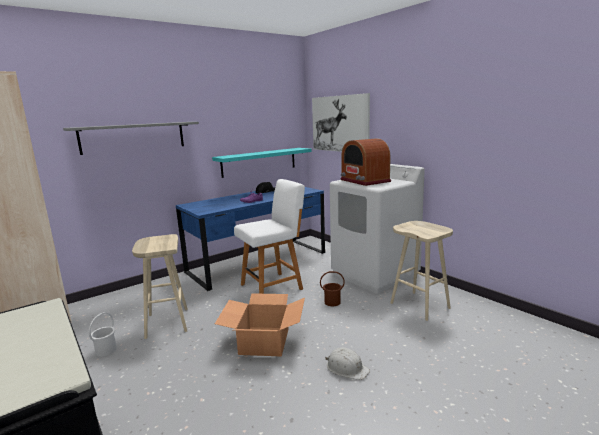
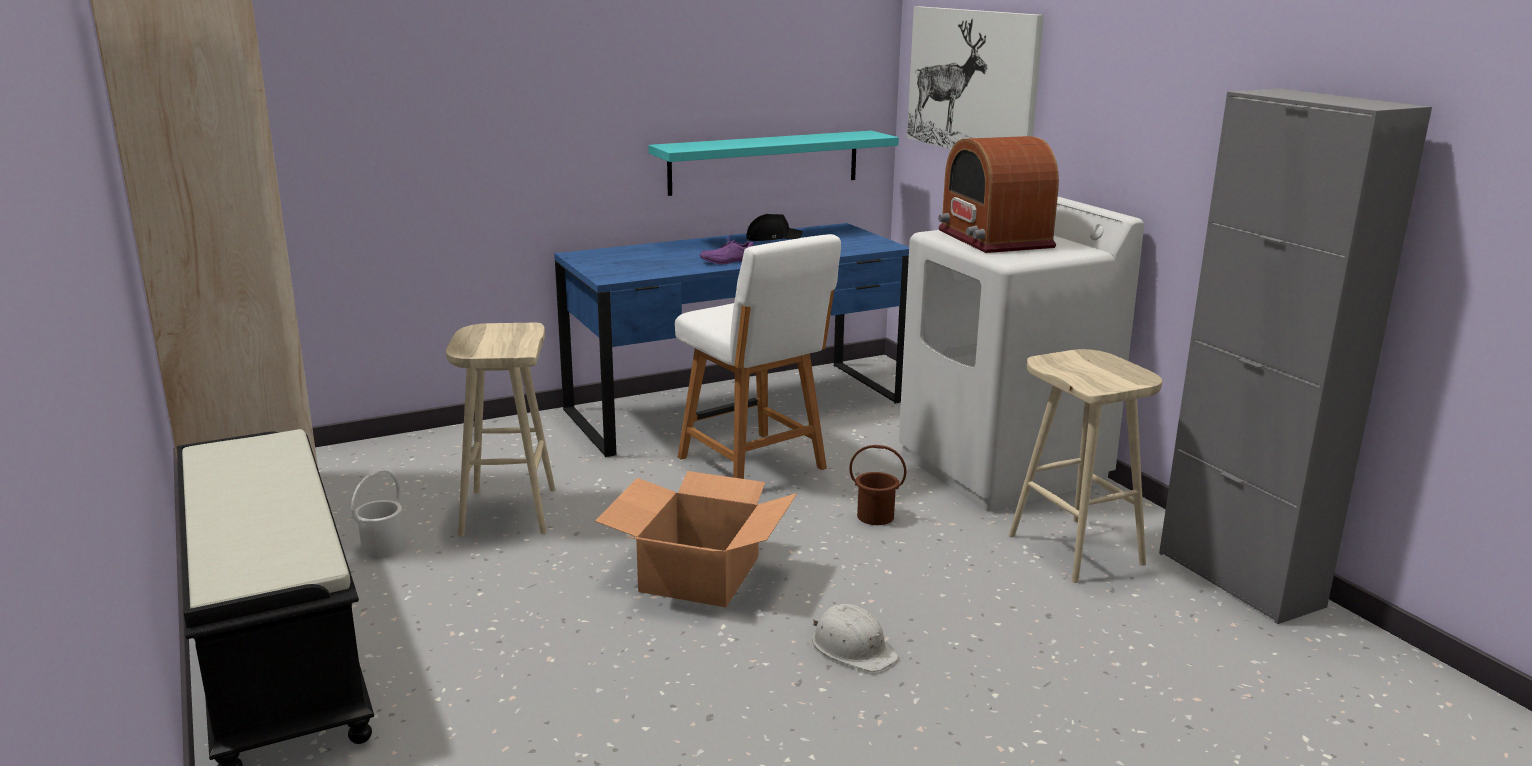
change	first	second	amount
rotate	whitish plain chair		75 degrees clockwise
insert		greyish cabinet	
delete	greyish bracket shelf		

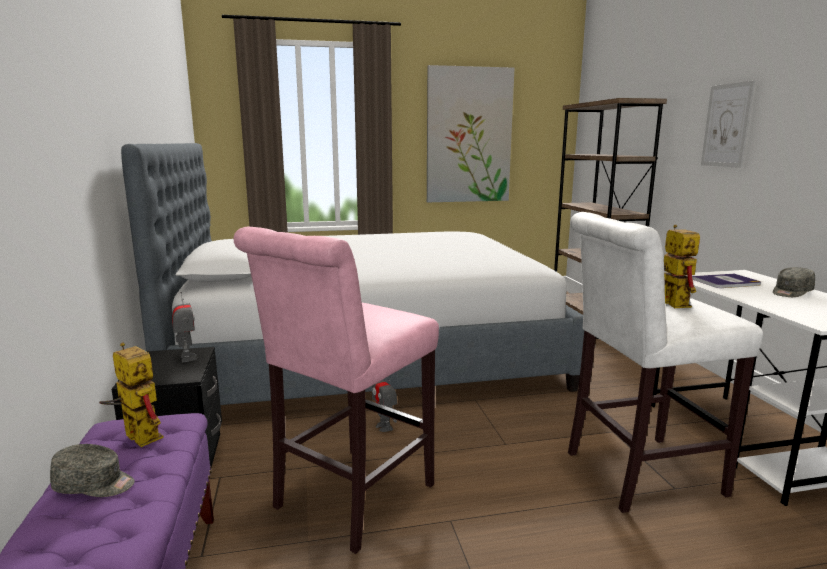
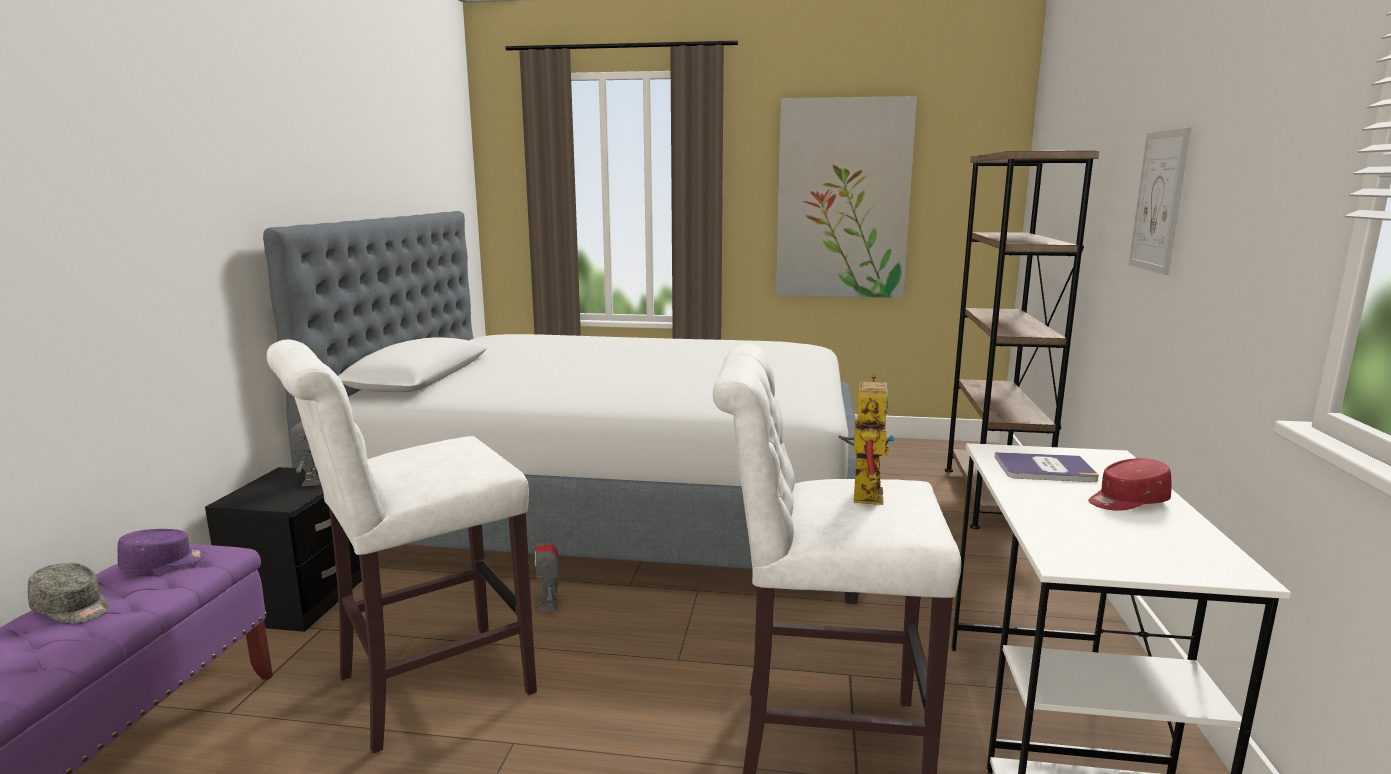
change	first	second	amount
replace	robot figure (1st from left)	purplish peaked cap	
recolor	pink sitting stool	whitish sitting stool (1st from left)	
recolor	greyish peaked cap (2nd from left)	reddish peaked cap	

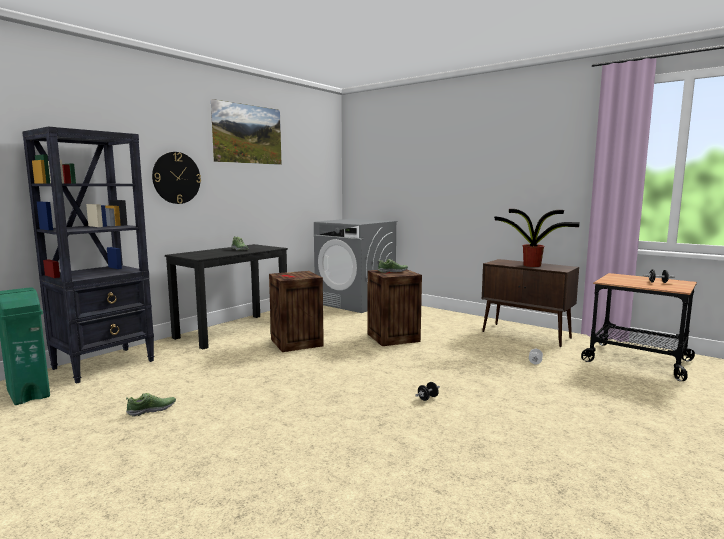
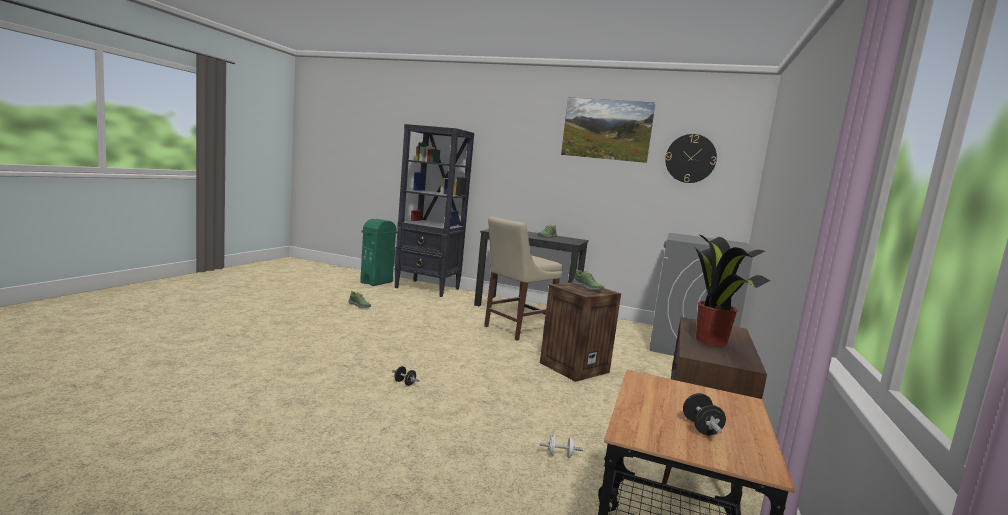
change	first	second	amount
replace	shipping crate (1st from left)	sand-coloured plain chair	
move	clock on the wall		

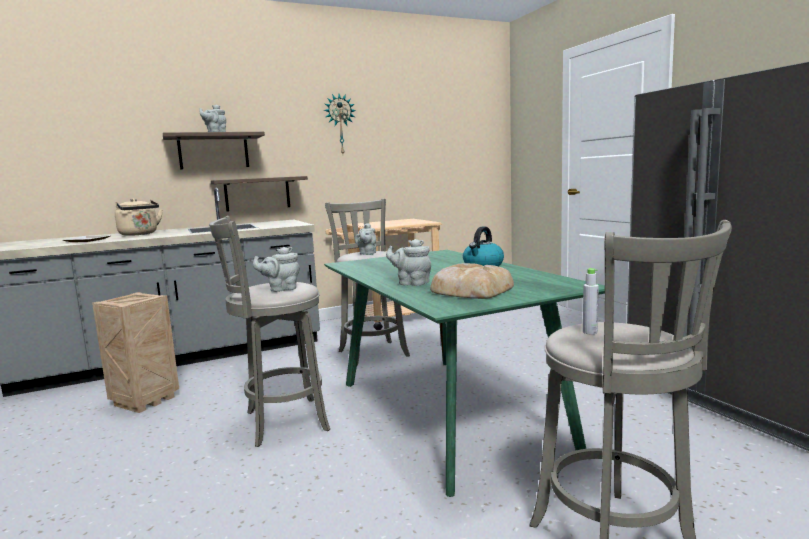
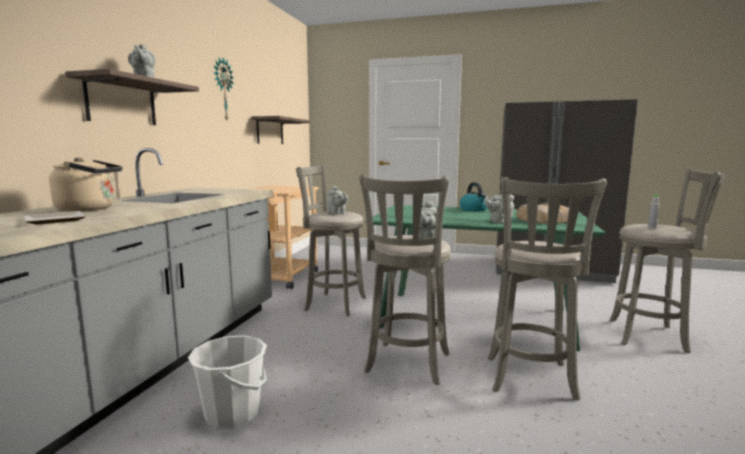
change	first	second	amount
replace	shipping crate	whitish pail	
move	bracket shelf (2nd from left)		
insert		greyish sitting stool (3rd from left)	

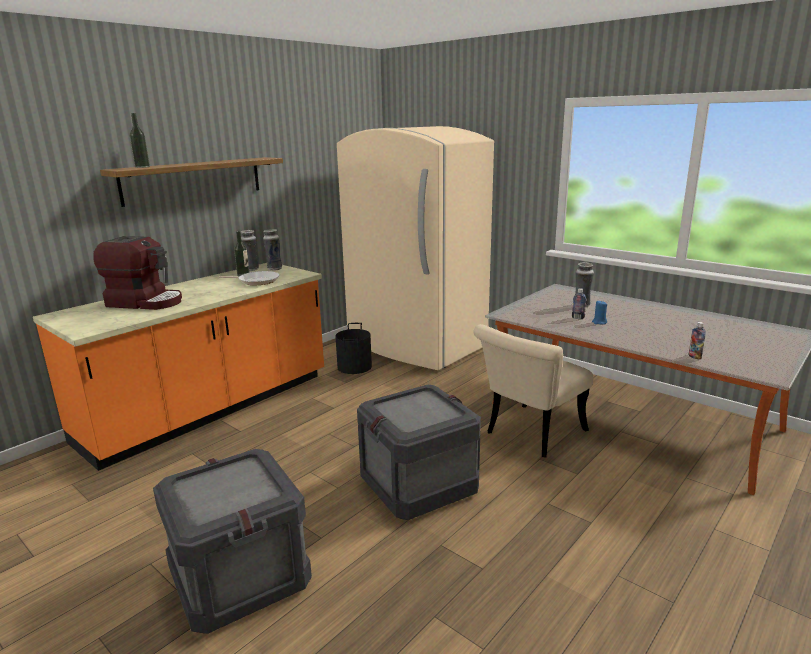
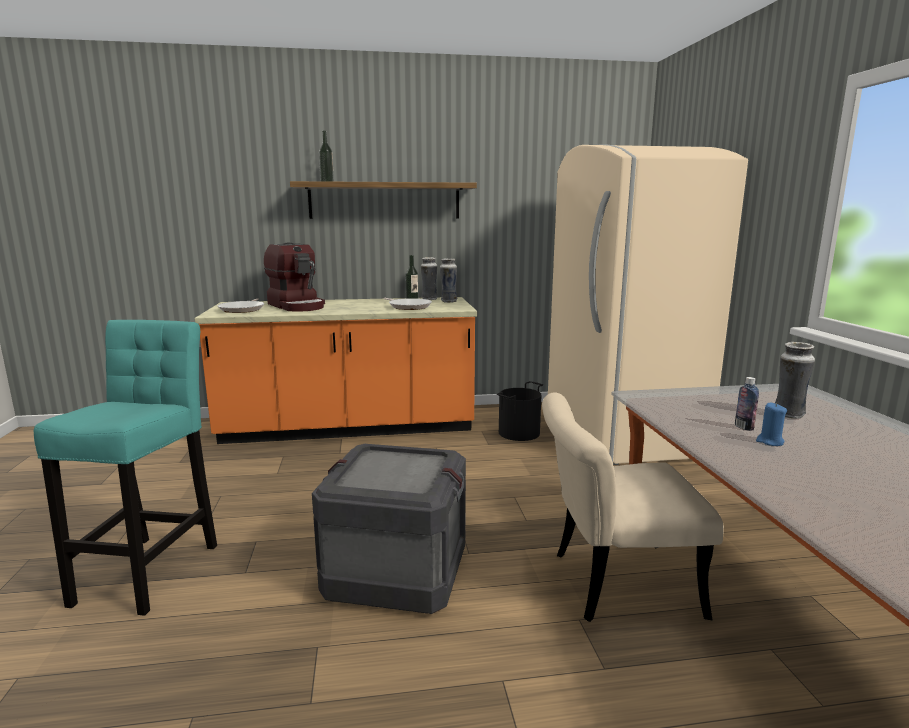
change	first	second	amount
replace	shipping crate (1st from left)	turquoise sitting stool	
insert		skillet (1st from left)	
delete	drink bottle (4th from left)		

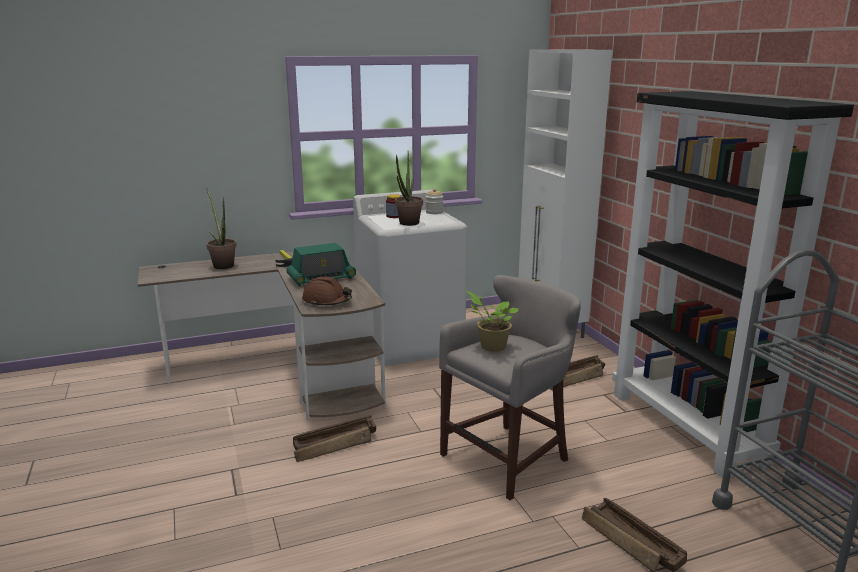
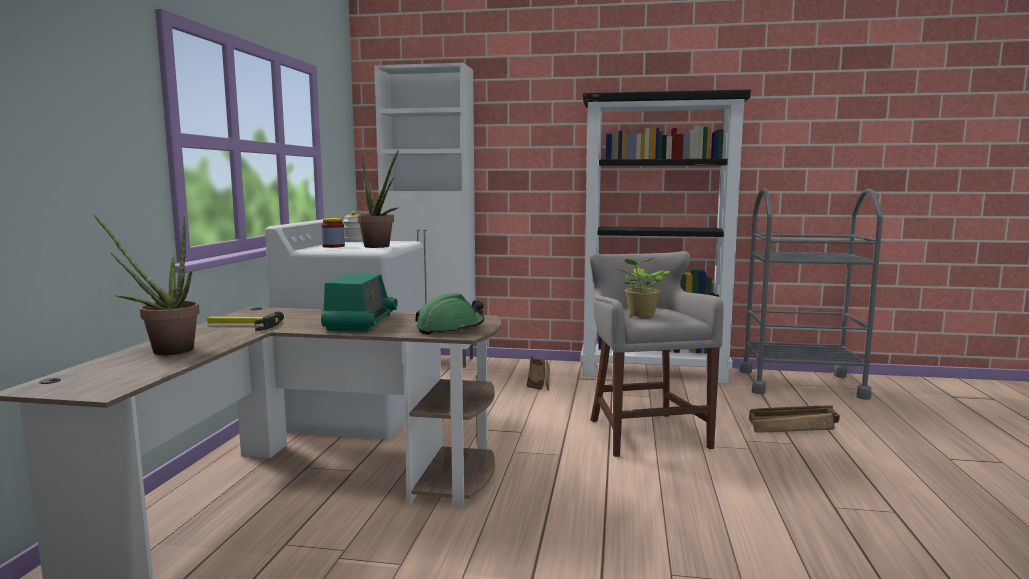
change	first	second	amount
recolor	brownish hard hat	greenish hard hat	
delete	shipping crate (1st from left)		

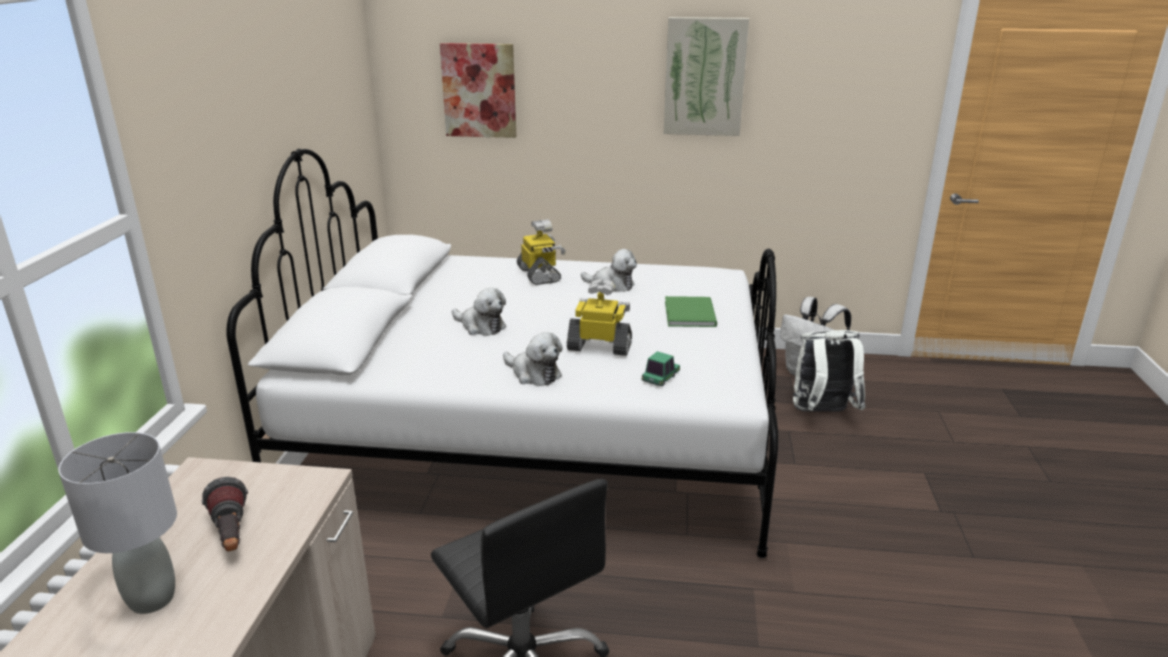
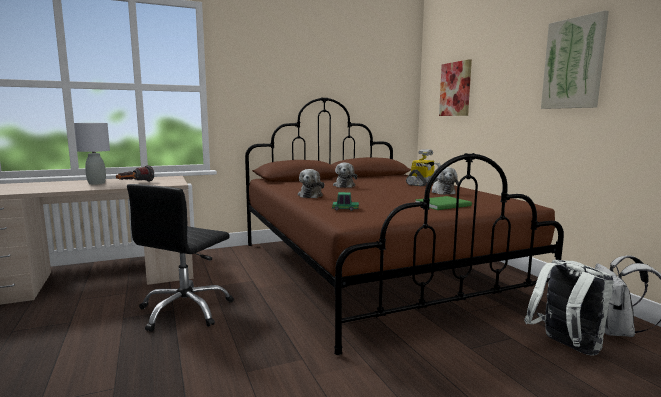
change	first	second	amount
recolor	whitish bed	brownish bed	
delete	robot figure (2nd from left)		

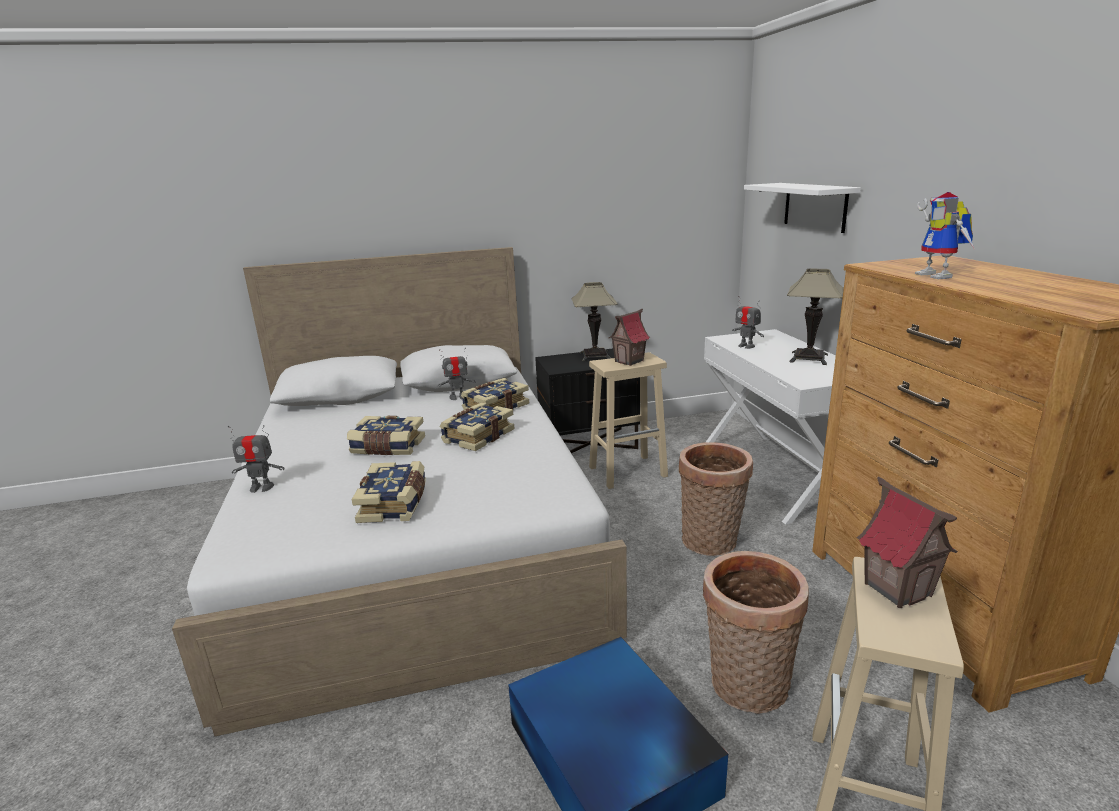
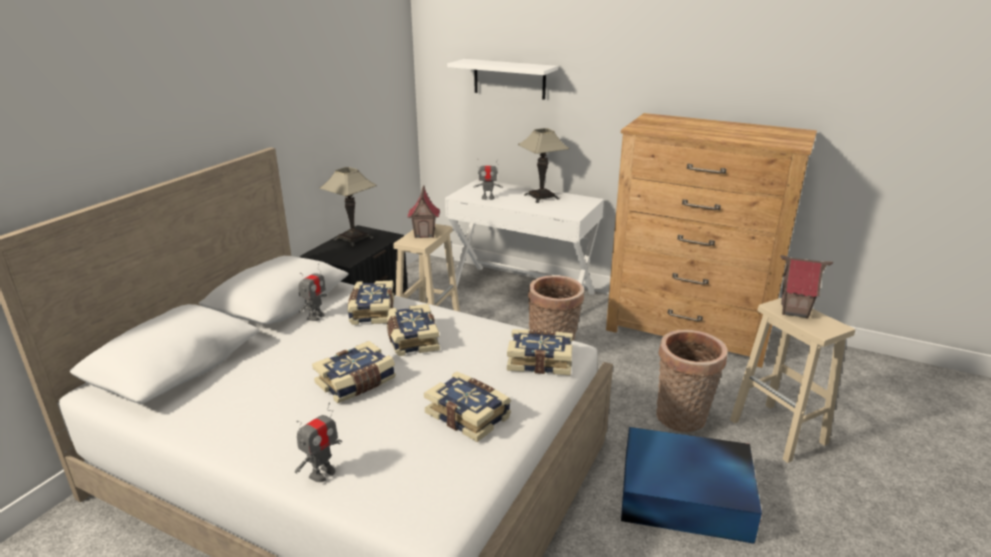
change	first	second	amount
insert		bound book (5th from left)	
delete	robot figure (4th from left)		

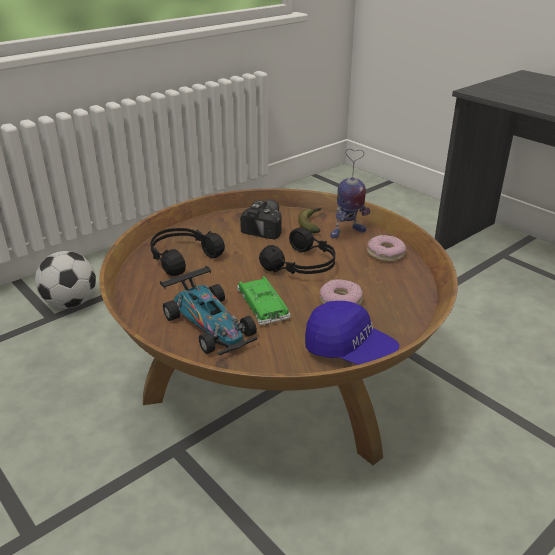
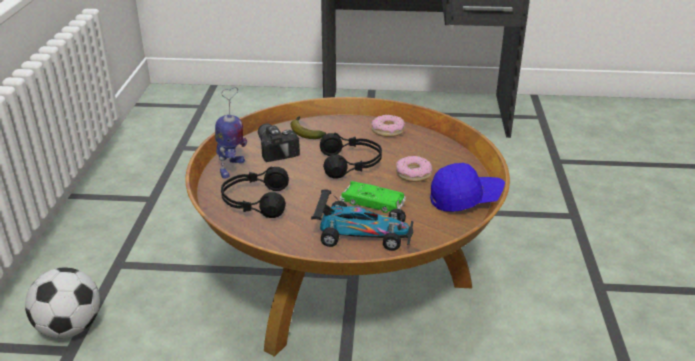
change	first	second	amount
move	robot figure		

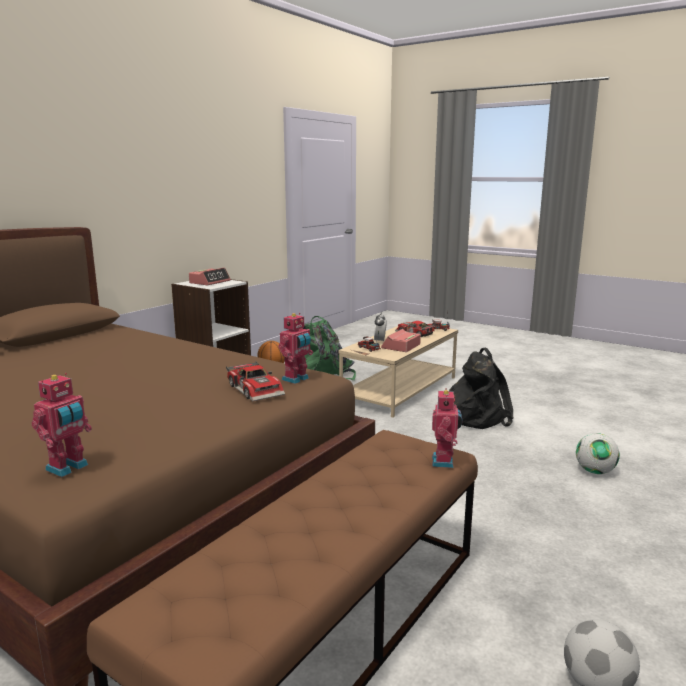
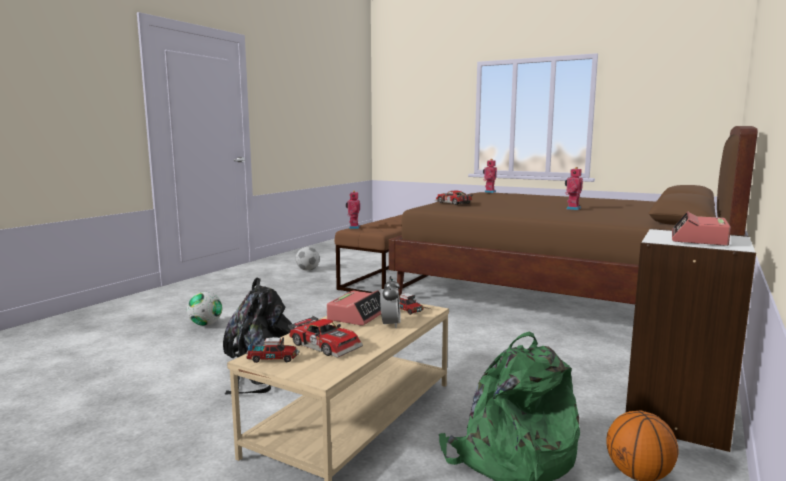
change	first	second	amount
move	robot figure (2nd from left in the first image)	robot figure (3rd from left)	

